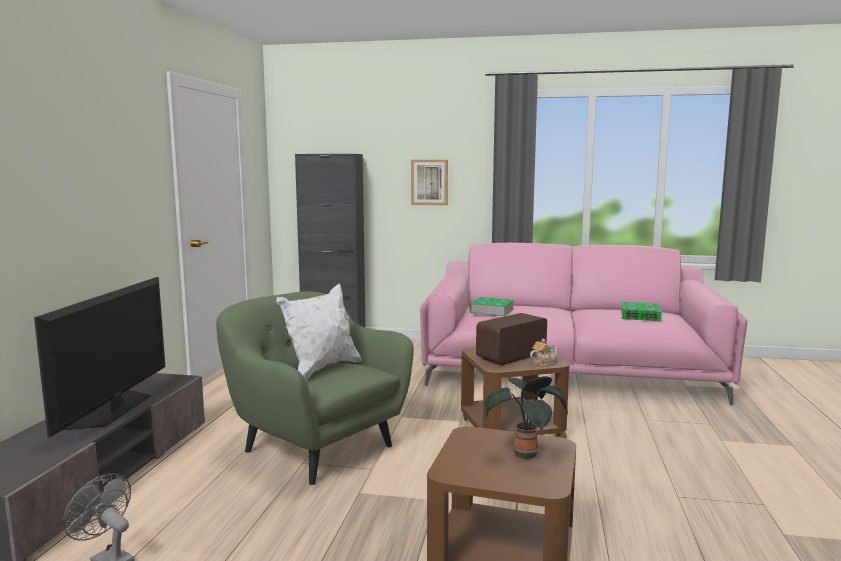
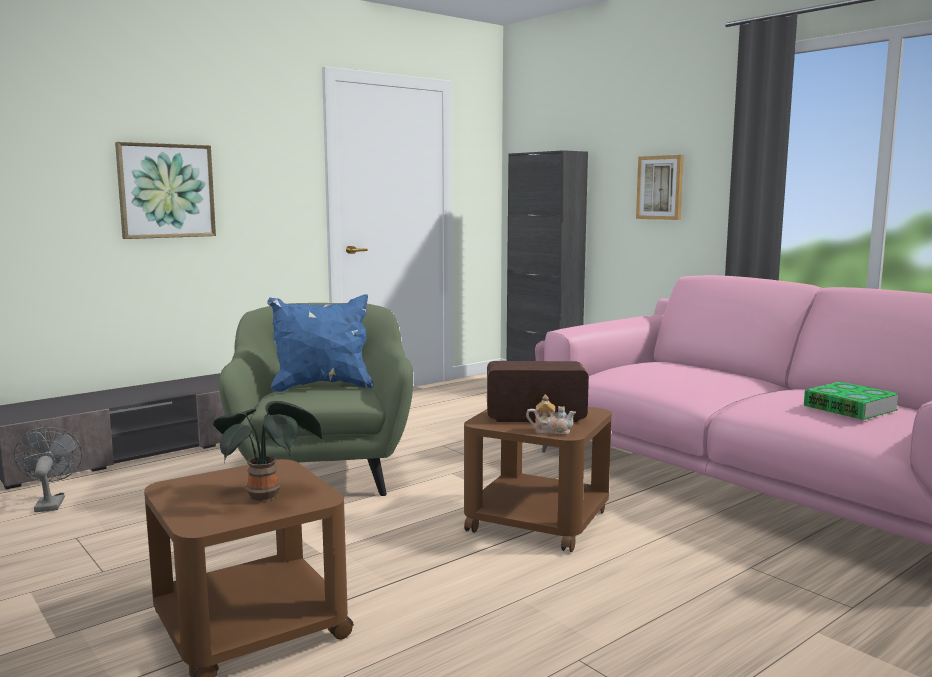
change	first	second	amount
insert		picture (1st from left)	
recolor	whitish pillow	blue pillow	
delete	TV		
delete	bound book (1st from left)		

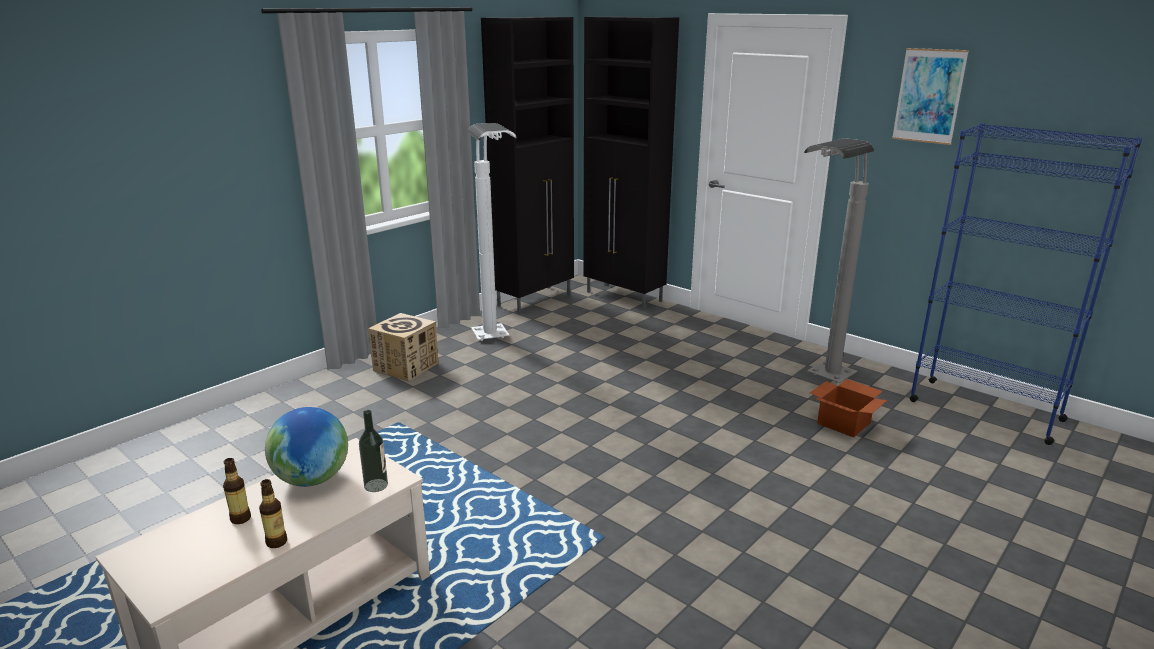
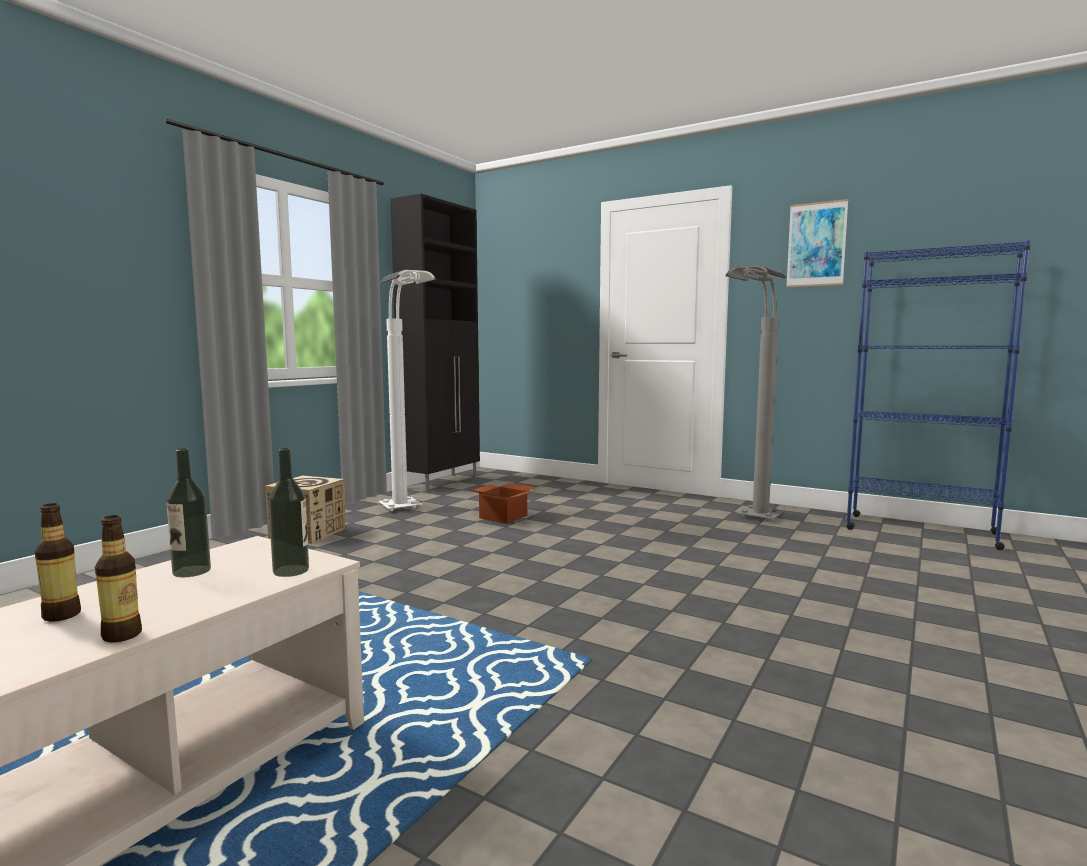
change	first	second	amount
replace	world globe	drink bottle (3rd from left)	
move	cardboard box (2nd from left)		
delete	black cabinet (2nd from left)		

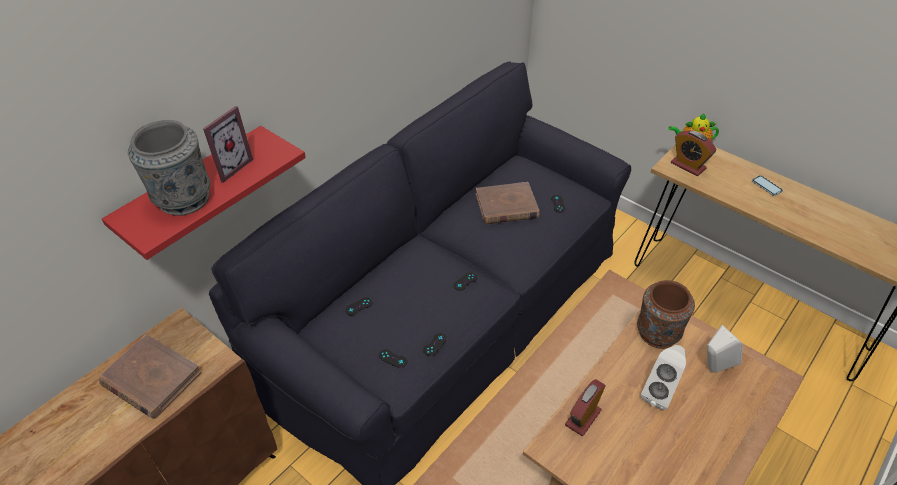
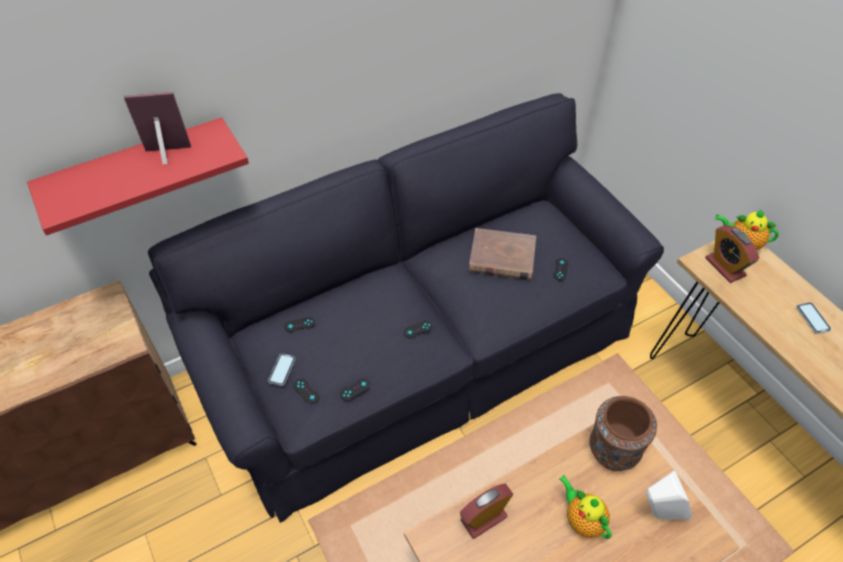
change	first	second	amount
rotate	standing frame		150 degrees counterclockwise
insert		handset (1st from left)	
replace	whitish loudspeaker (1st from left)	pot for tea (1st from left)	
delete	brownish bound book (1st from left)		
delete	greyish decorative vase		

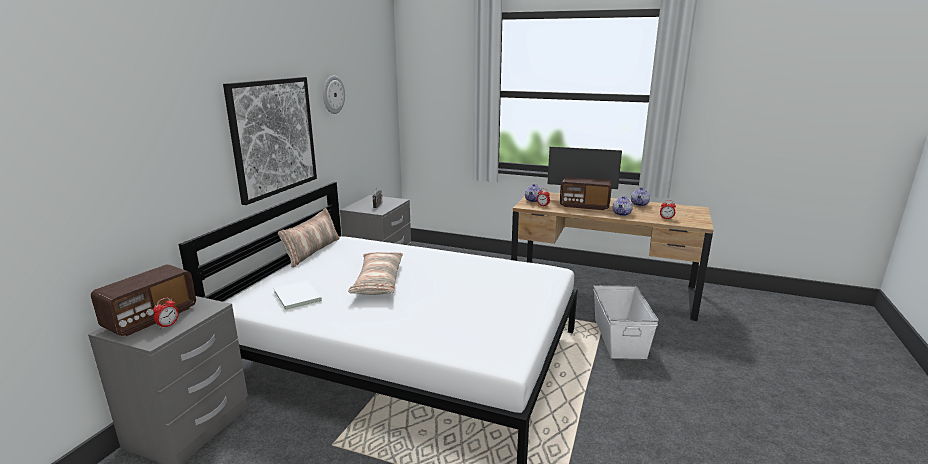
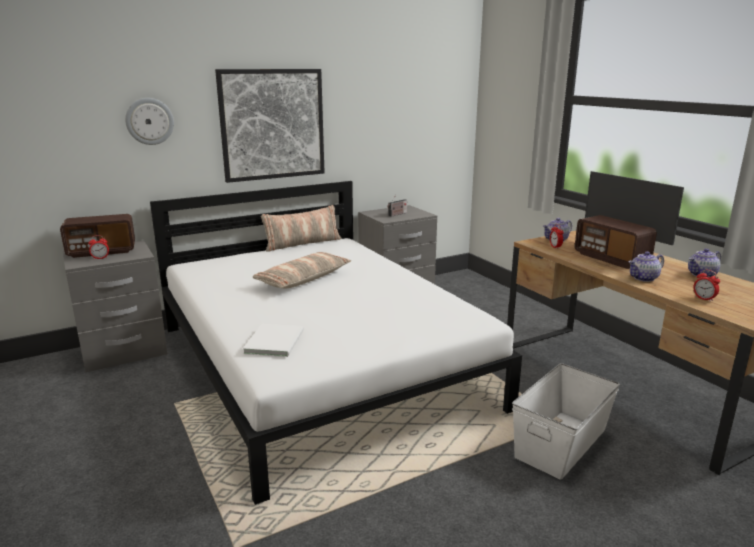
change	first	second	amount
move	clock on the wall		
move	whitish bound book		

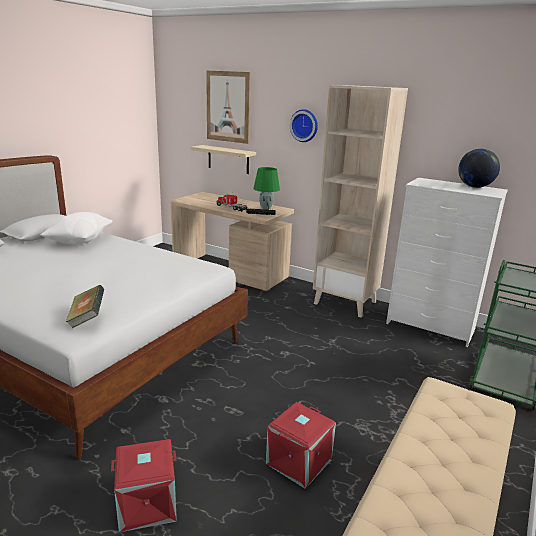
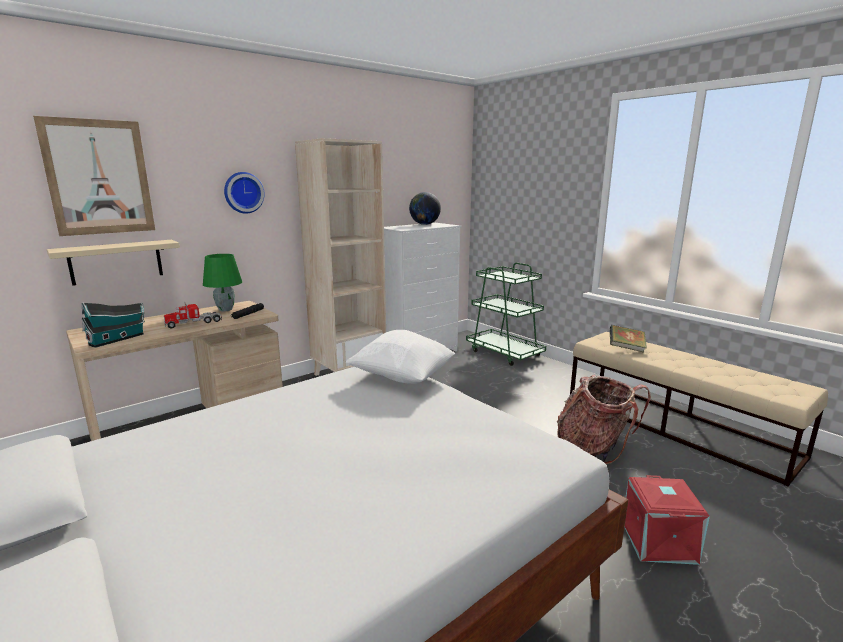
change	first	second	amount
insert		toy house	
move	whitish pillow		
replace	reddish storage bin (2nd from left)	knapsack	
move	bound book		

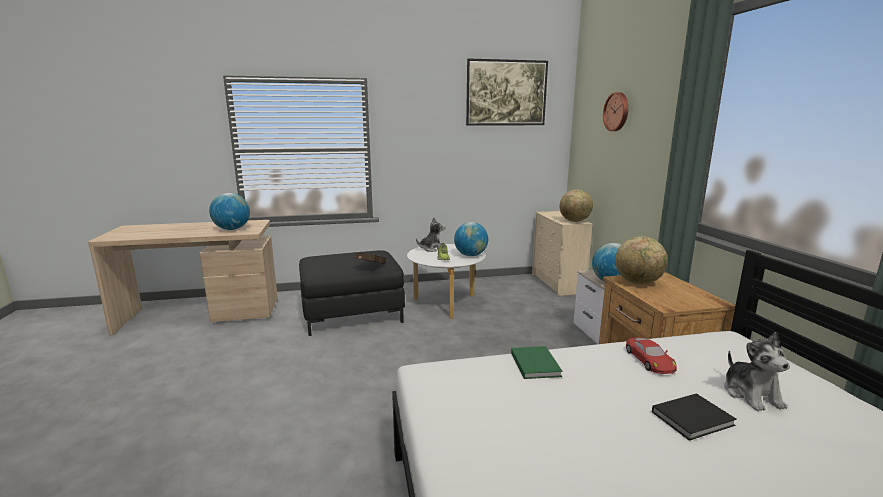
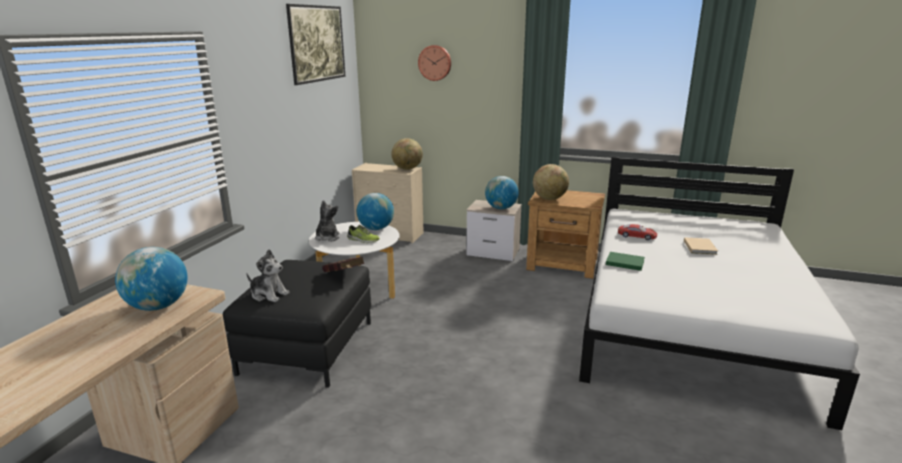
change	first	second	amount
move	cuddly toy (2nd from left in the first image)	cuddly toy (1st from left)	
recolor	black bound book	sand-coloured bound book	

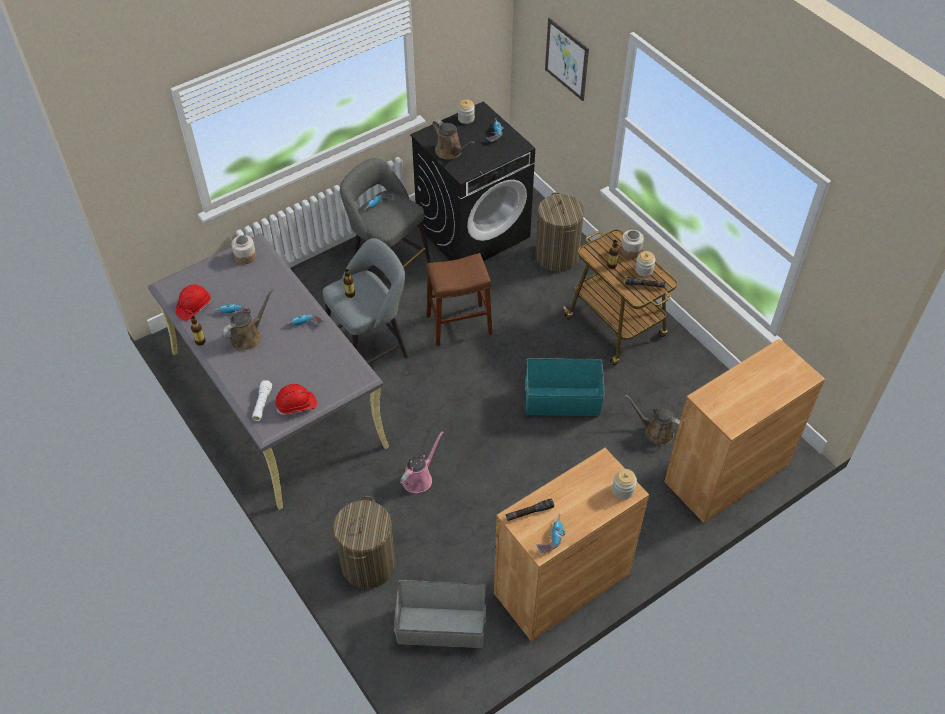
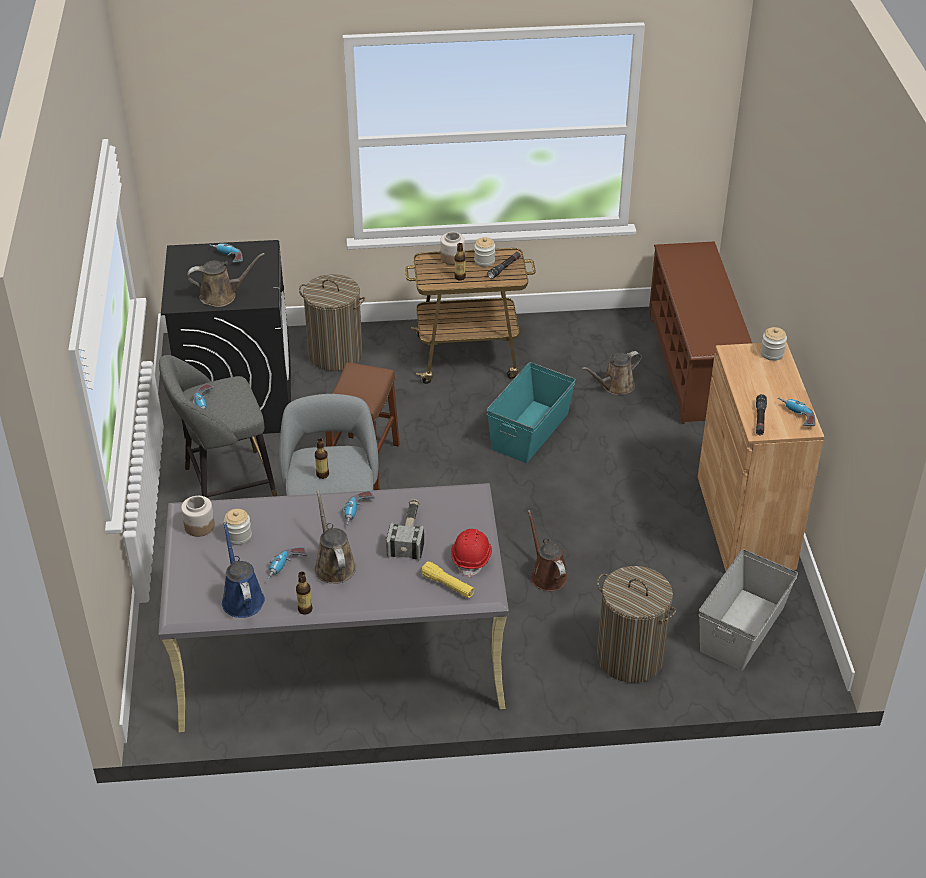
change	first	second	amount
replace	reddish hard hat (1st from left)	blue watering pot	
move	jar (2nd from left)		
insert		hammer	
recolor	whitish torch	yellow-coloured torch	
recolor	pink watering pot	brownish watering pot (3rd from left)	
replace	brownish cabinet (2nd from left)	brownish shoe stand	
delete	picture		

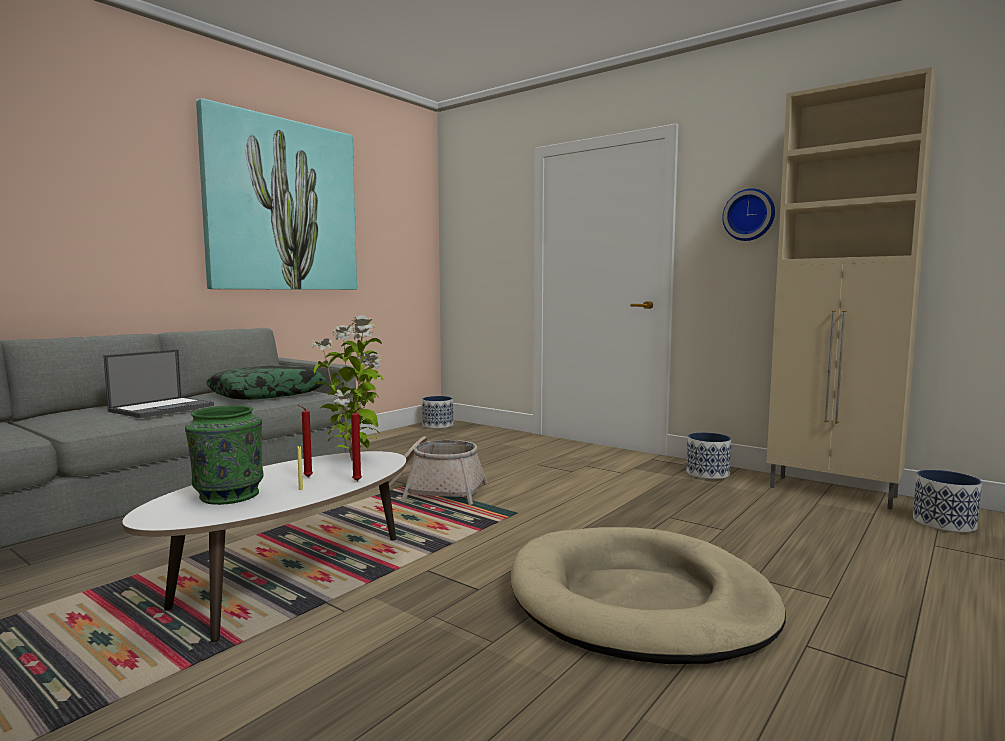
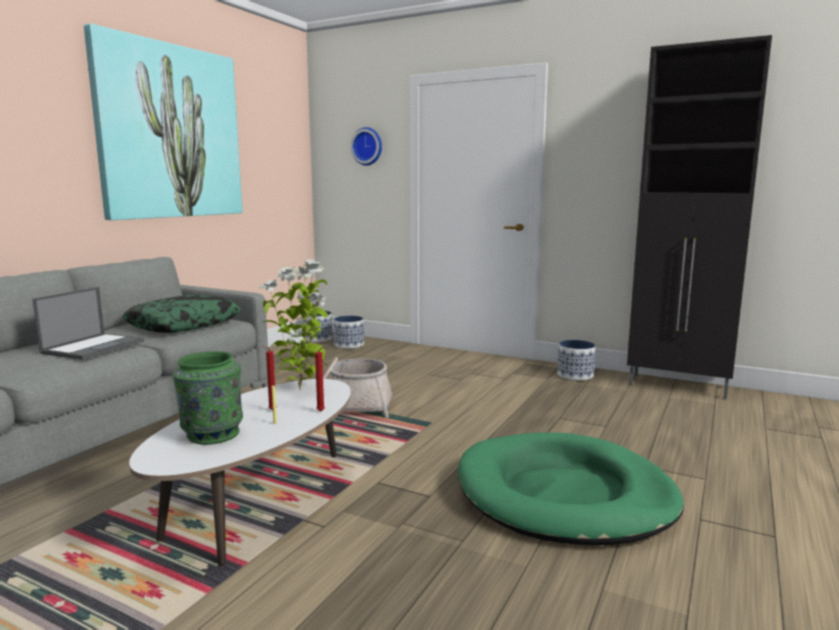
change	first	second	amount
move	planter (3rd from left in the first image)	planter (2nd from left)	
move	clock on the wall		
recolor	sand-coloured pet bed	greenish pet bed	
recolor	sand-coloured cabinet	black cabinet	

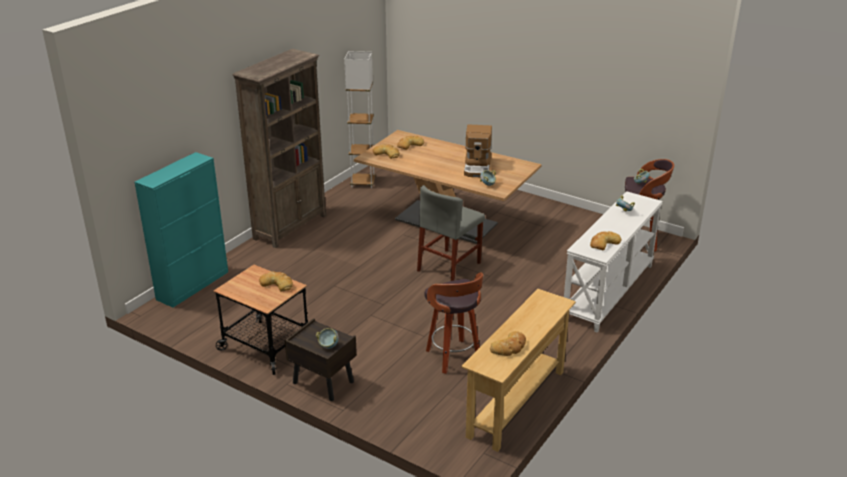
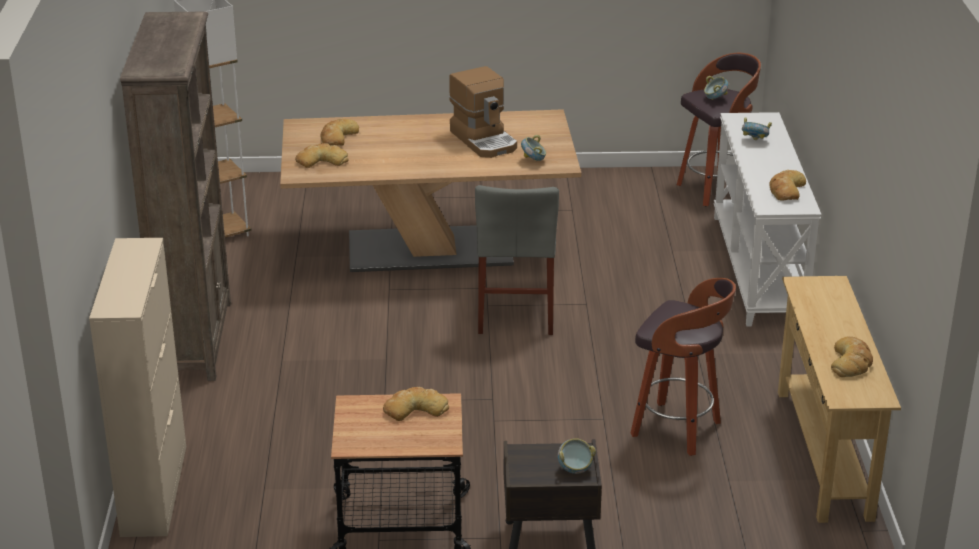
change	first	second	amount
recolor	turquoise cabinet	sand-coloured cabinet	

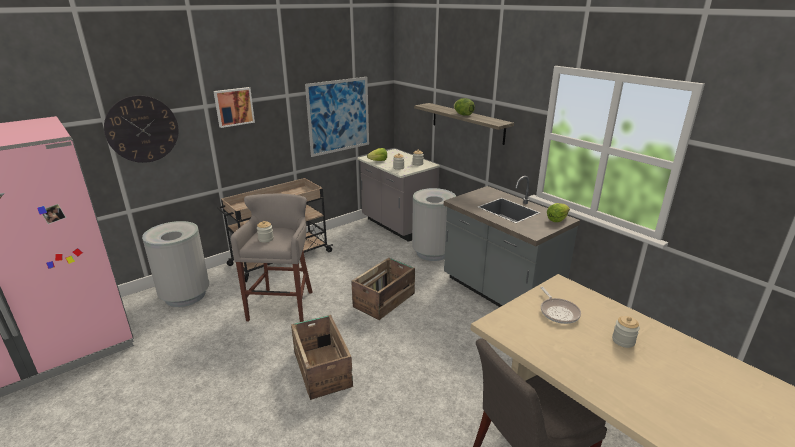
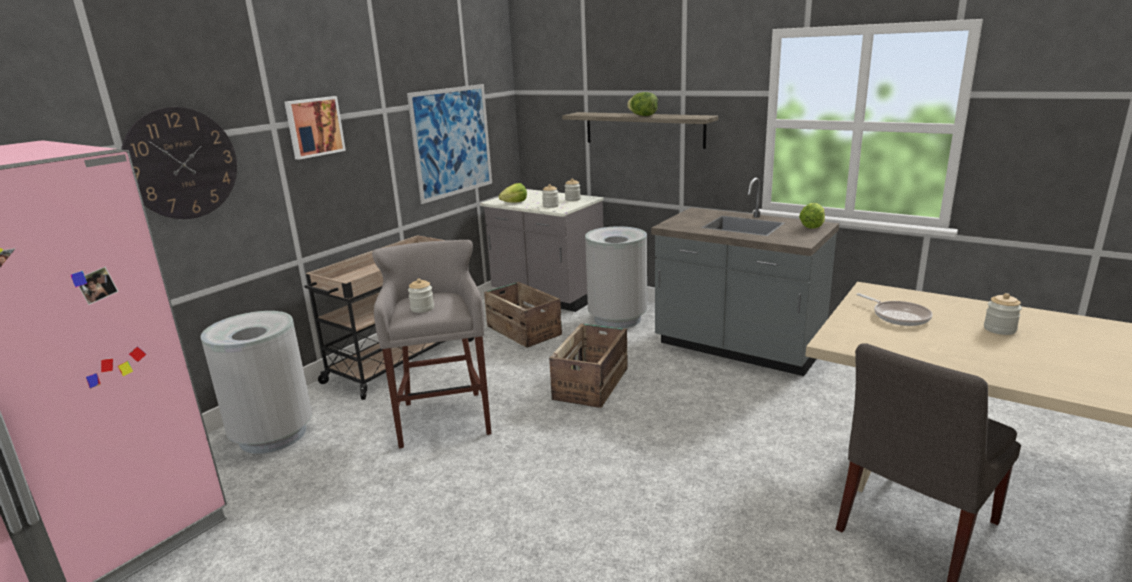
change	first	second	amount
move	shipping crate (1st from left)		

